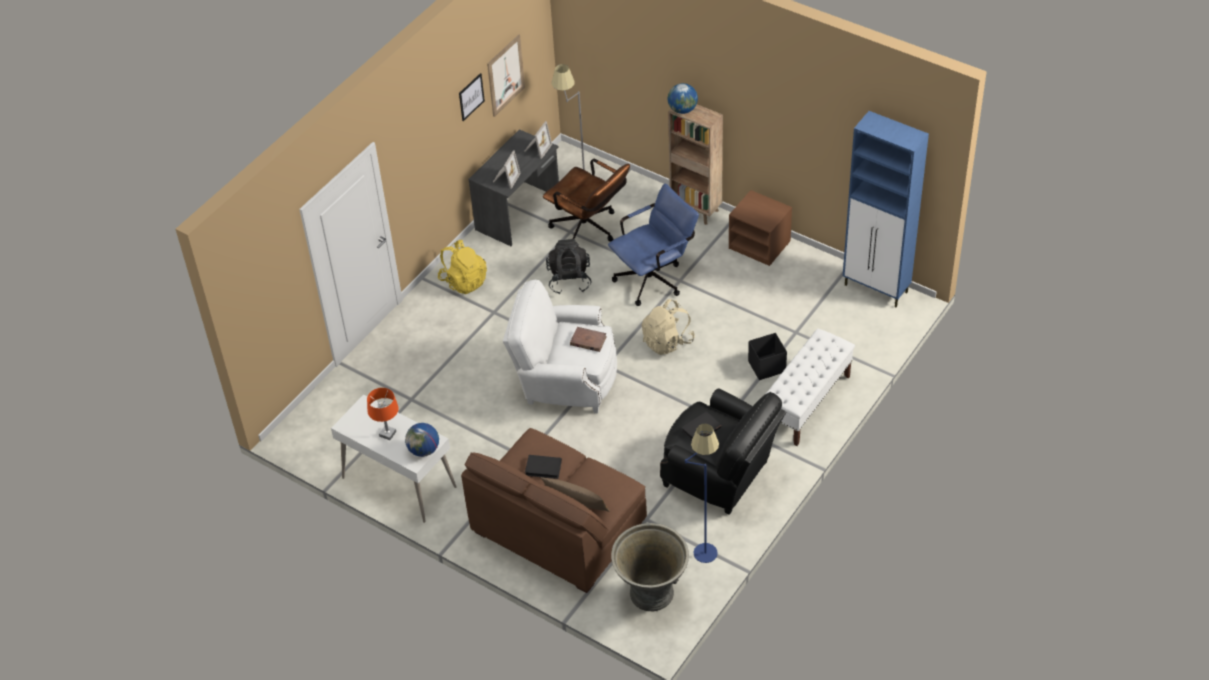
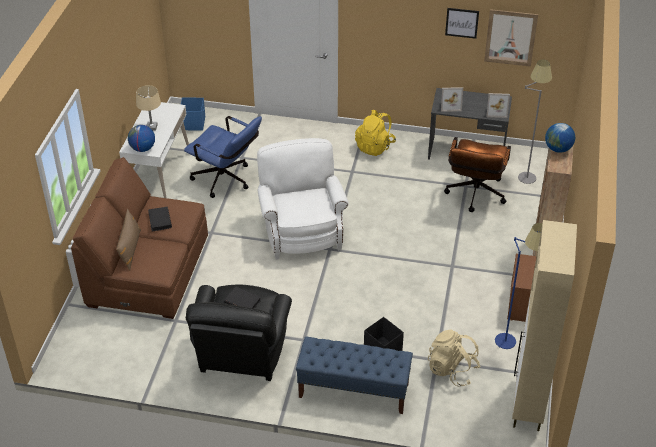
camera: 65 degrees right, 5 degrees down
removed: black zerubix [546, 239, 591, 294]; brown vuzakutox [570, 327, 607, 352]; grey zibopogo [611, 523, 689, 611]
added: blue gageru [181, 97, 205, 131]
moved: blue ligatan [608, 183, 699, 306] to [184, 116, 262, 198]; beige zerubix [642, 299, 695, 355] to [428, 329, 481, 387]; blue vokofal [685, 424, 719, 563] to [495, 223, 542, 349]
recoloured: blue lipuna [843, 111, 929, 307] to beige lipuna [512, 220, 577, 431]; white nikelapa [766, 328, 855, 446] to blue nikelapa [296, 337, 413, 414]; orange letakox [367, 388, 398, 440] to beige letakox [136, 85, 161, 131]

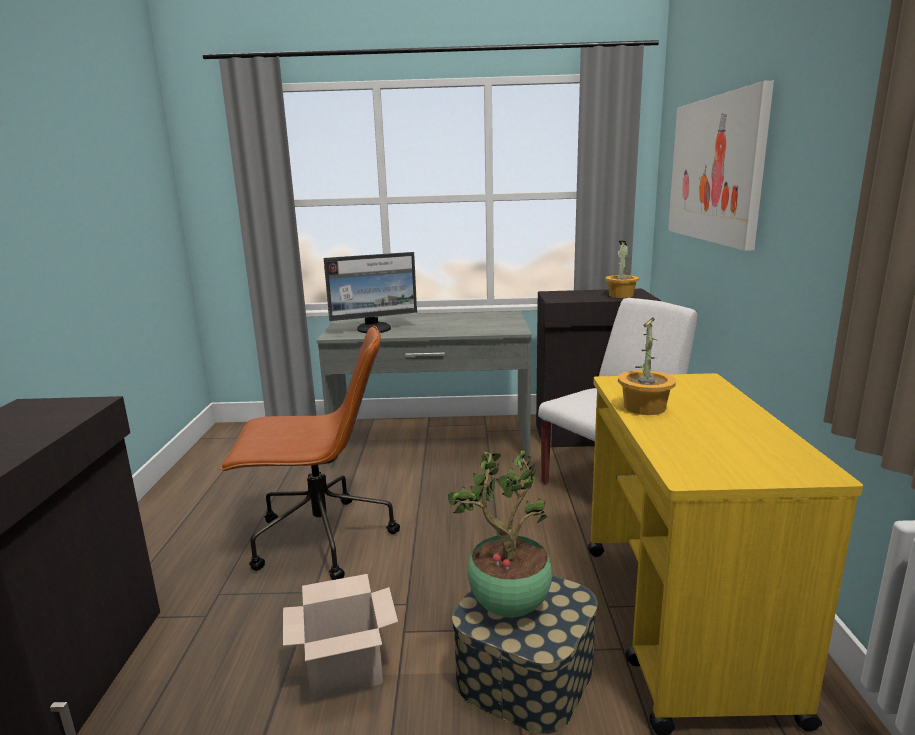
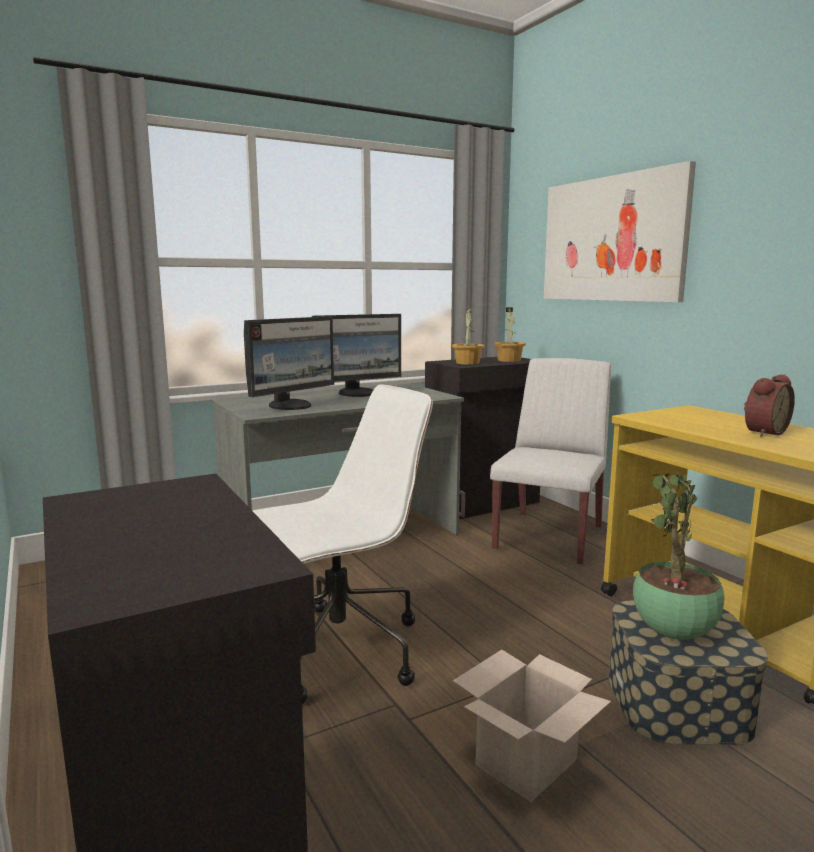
camera: 30 degrees left, 5 degrees down
added: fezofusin [312, 314, 401, 397]; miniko [744, 374, 795, 437]
moved: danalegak [618, 317, 676, 415] to [452, 308, 485, 364]
recoloured: brown ligatan [220, 325, 400, 580] to white ligatan [252, 384, 433, 704]

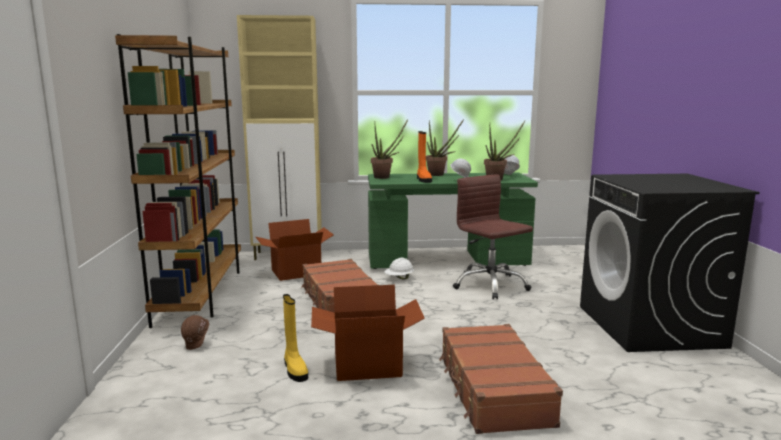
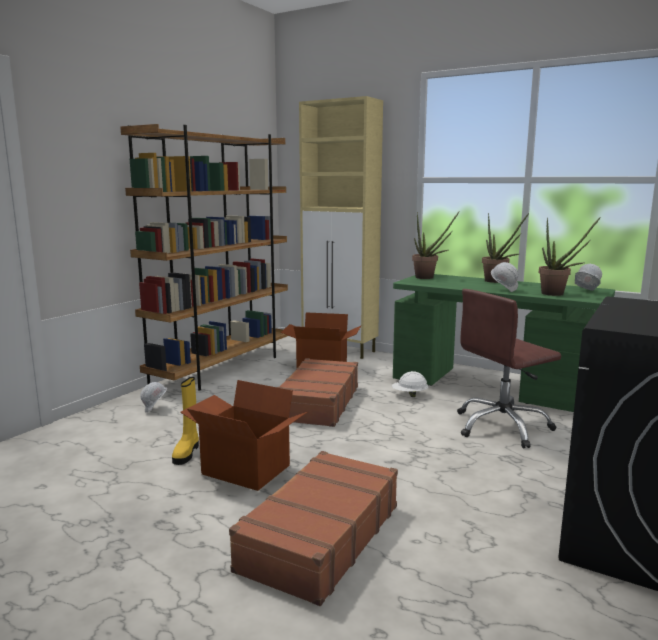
camera: 35 degrees right, 0 degrees up
removed: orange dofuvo [417, 131, 432, 183]
recoloured: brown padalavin [181, 315, 209, 350] to white padalavin [140, 382, 167, 412]
turned: brown ligatan [453, 174, 533, 299] = [457, 289, 561, 448] 120 degrees counterclockwise

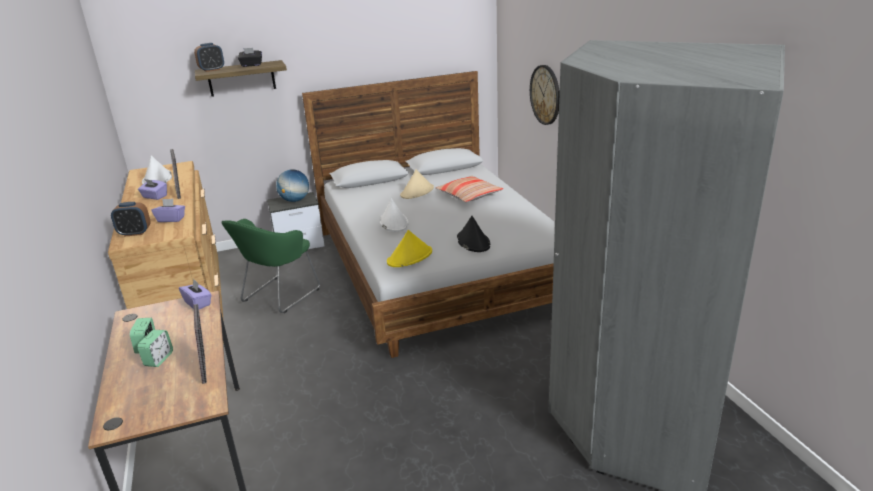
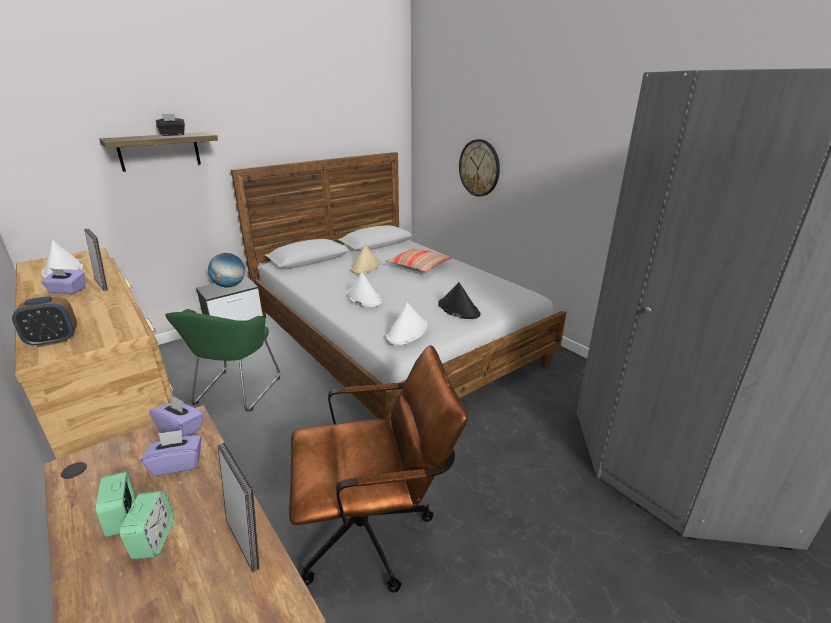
camera: 20 degrees left, 0 degrees up
removed: miniko [194, 43, 224, 72]
added: brown ligatan [289, 345, 468, 593]
moved: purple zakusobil [151, 199, 185, 222] to [141, 430, 202, 476]
recoloured: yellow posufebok [387, 230, 432, 267] to white posufebok [386, 302, 428, 345]

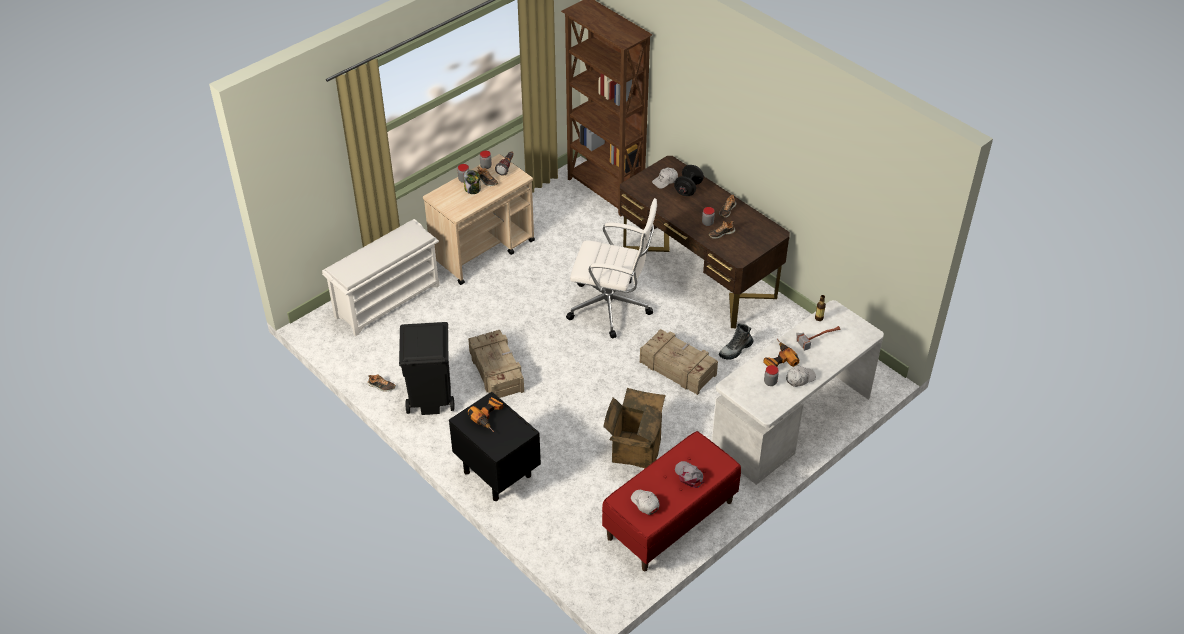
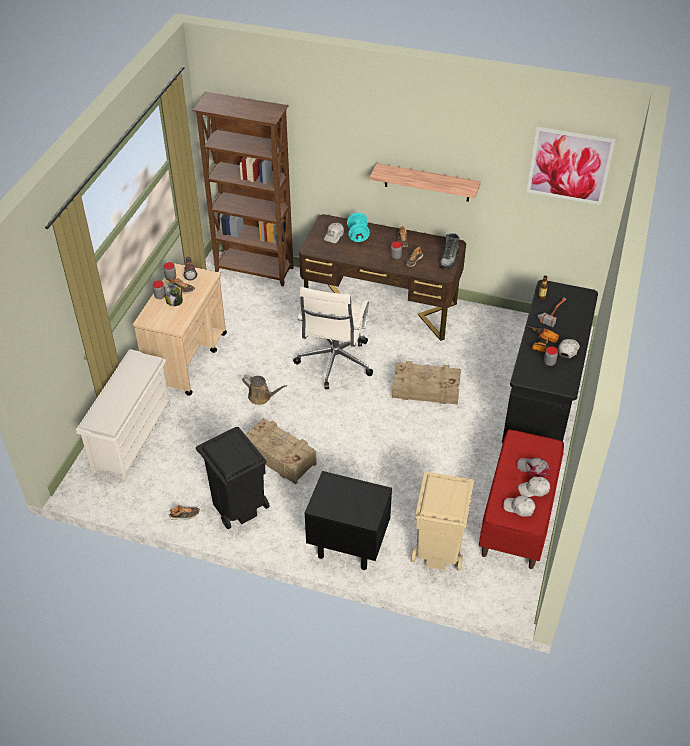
camera: 30 degrees left, 0 degrees up
removed: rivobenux [603, 388, 666, 468]; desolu [468, 397, 503, 432]
added: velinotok [526, 127, 616, 205]; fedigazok [370, 163, 481, 202]; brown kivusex [242, 375, 287, 405]; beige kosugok [411, 472, 474, 571]; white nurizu [518, 477, 550, 497]
moved: dofuvo [719, 324, 753, 360] to [439, 233, 460, 269]
recoloured: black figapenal [674, 165, 704, 196] to turquoise figapenal [347, 213, 370, 242]; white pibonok [711, 300, 884, 485] to black pibonok [502, 280, 598, 443]
turned: white ligatan [566, 198, 657, 339] = [293, 287, 373, 389] 120 degrees clockwise

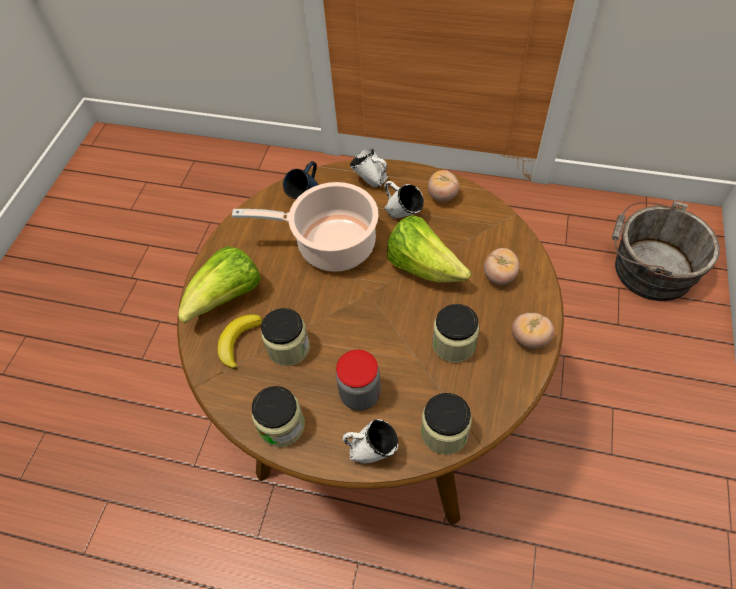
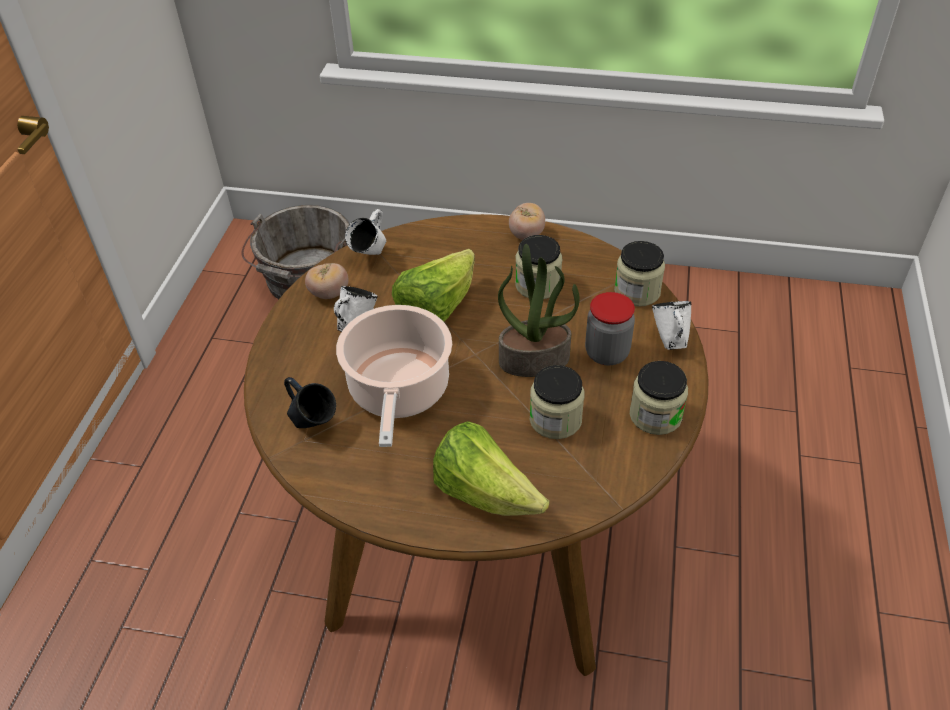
camera: 95 degrees left, 10 degrees down
removed: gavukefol [484, 248, 519, 285]; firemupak [218, 314, 262, 370]
added: danalegak [498, 244, 580, 377]
moved: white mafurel [350, 148, 388, 188] to [345, 209, 386, 255]

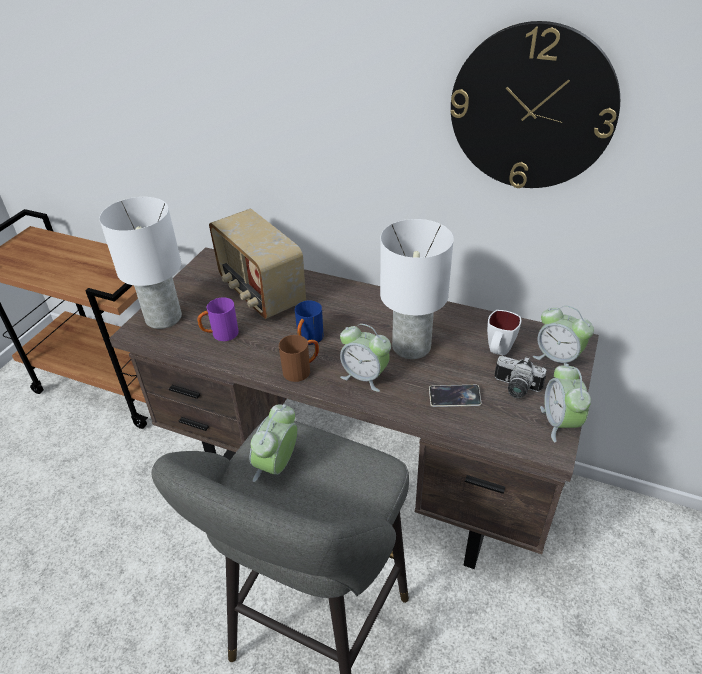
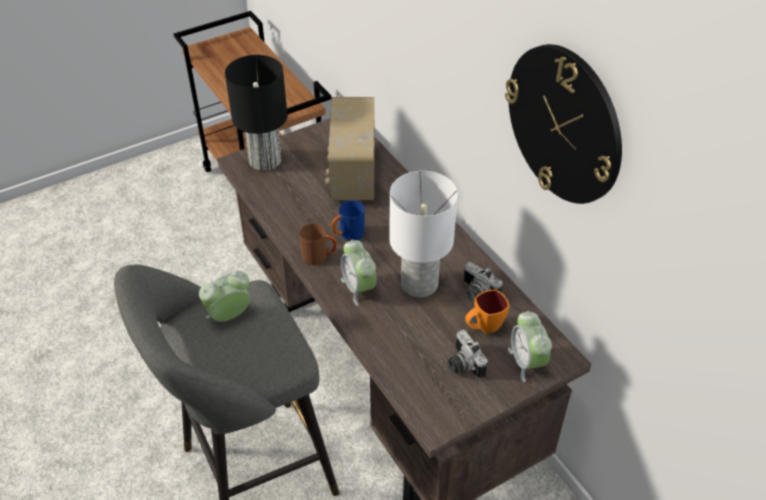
camera: 35 degrees right, 5 degrees up
removed: purple mafurel [197, 298, 239, 341]; miniko [540, 364, 591, 442]; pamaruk [429, 385, 481, 407]
added: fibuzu [464, 262, 503, 302]
recoloured: white letakox [99, 197, 182, 329] to black letakox [225, 55, 287, 171]; white mafurel [487, 310, 521, 355] to orange mafurel [465, 290, 509, 334]

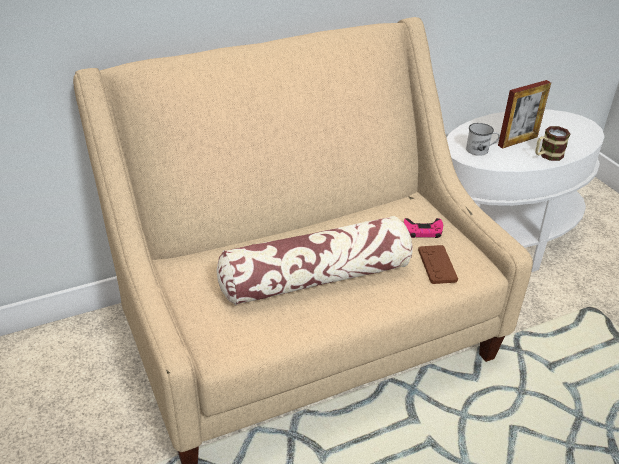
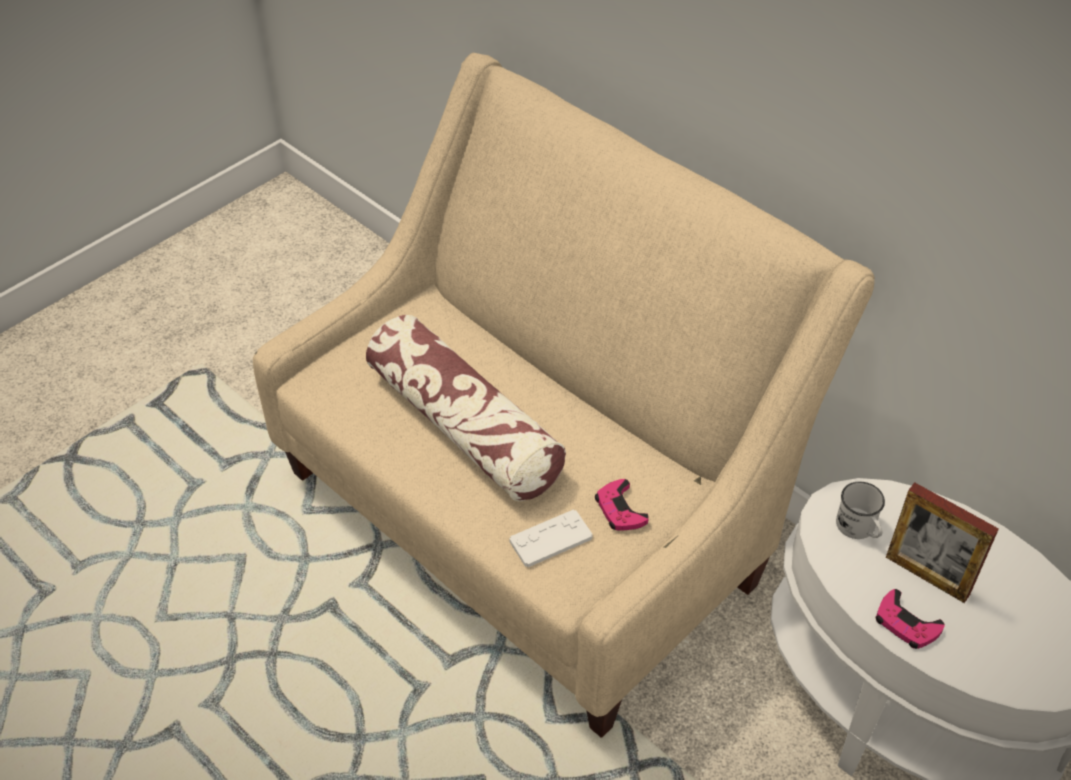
camera: 70 degrees right, 10 degrees up
replaced: mafurel [535, 126, 570, 161] to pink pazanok [875, 589, 945, 649]
recoloured: brown pazanok [418, 245, 458, 284] to white pazanok [509, 509, 593, 567]

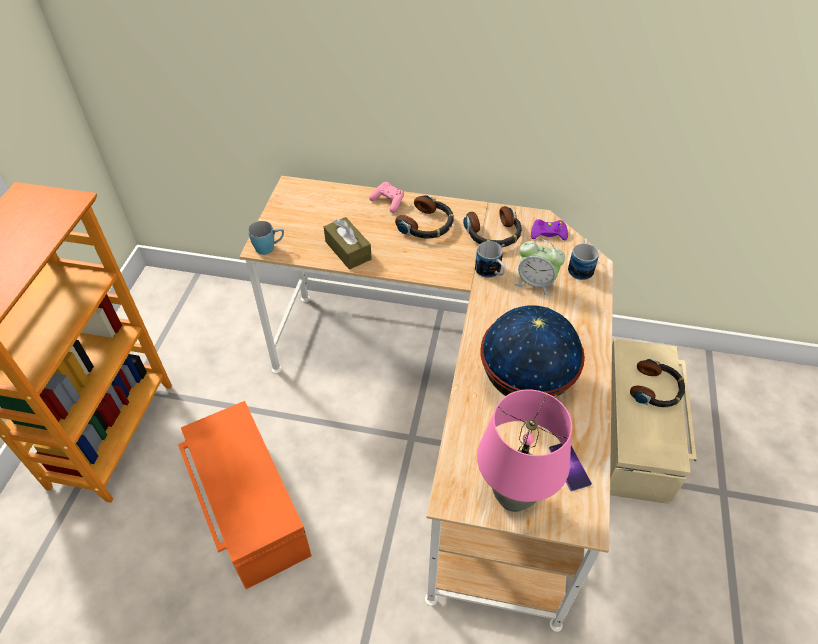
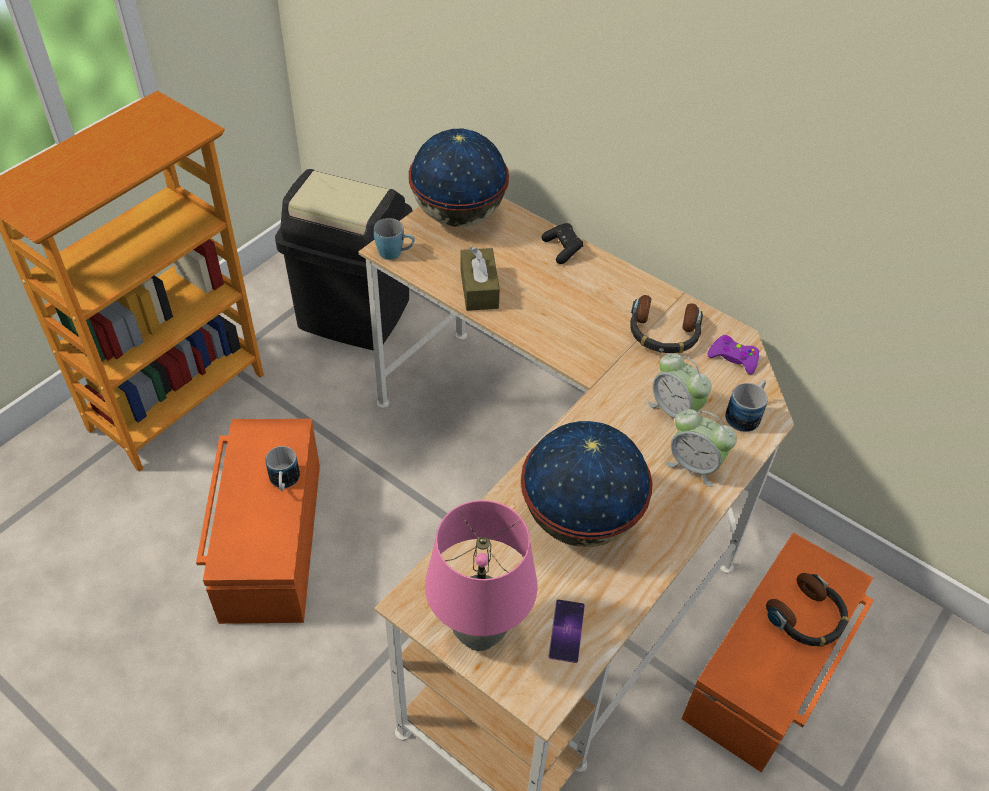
camera: 25 degrees right, 0 degrees up
removed: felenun [395, 195, 454, 239]
added: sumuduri [409, 129, 509, 227]; black kosugok [275, 169, 412, 351]; miniko [665, 409, 737, 487]
moved: mafurel [475, 241, 506, 278] to [266, 446, 300, 491]
recoloured: pink pazanok [369, 182, 404, 213] to black pazanok [542, 223, 583, 264]; beige gageru [610, 339, 697, 504] to orange gageru [682, 533, 874, 773]

